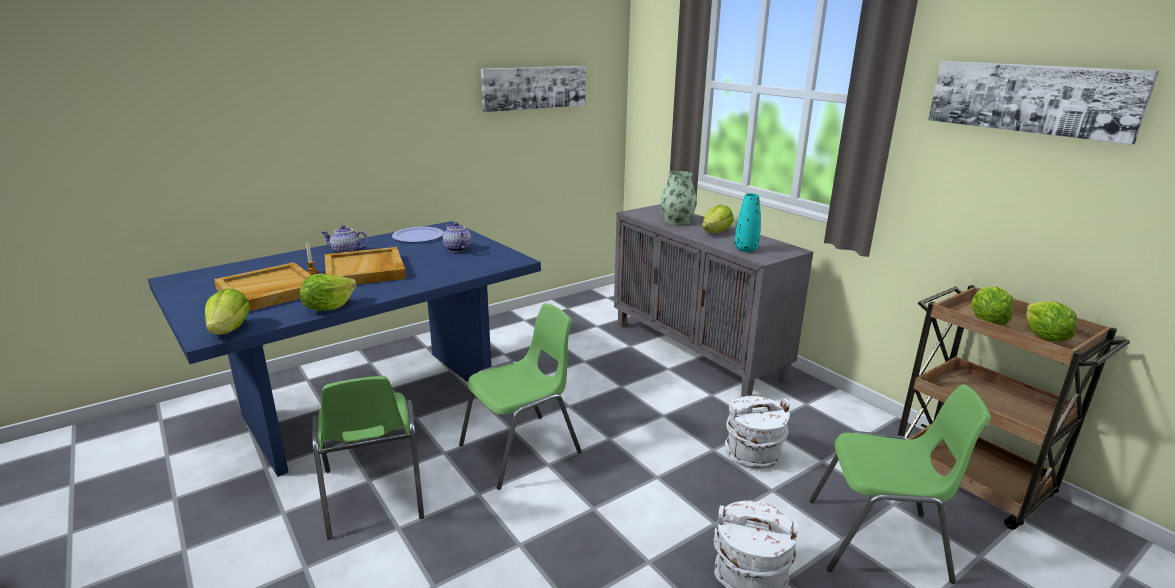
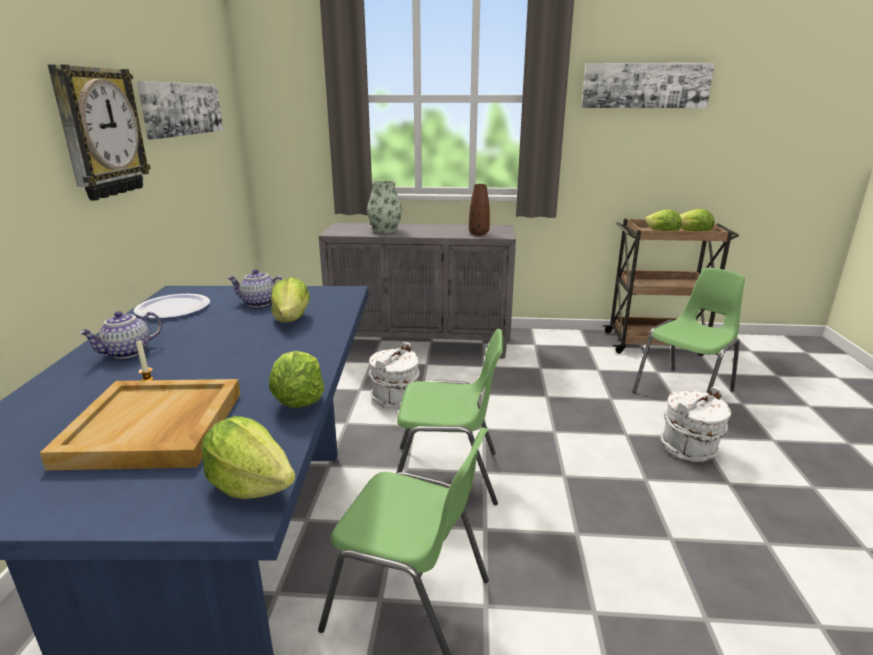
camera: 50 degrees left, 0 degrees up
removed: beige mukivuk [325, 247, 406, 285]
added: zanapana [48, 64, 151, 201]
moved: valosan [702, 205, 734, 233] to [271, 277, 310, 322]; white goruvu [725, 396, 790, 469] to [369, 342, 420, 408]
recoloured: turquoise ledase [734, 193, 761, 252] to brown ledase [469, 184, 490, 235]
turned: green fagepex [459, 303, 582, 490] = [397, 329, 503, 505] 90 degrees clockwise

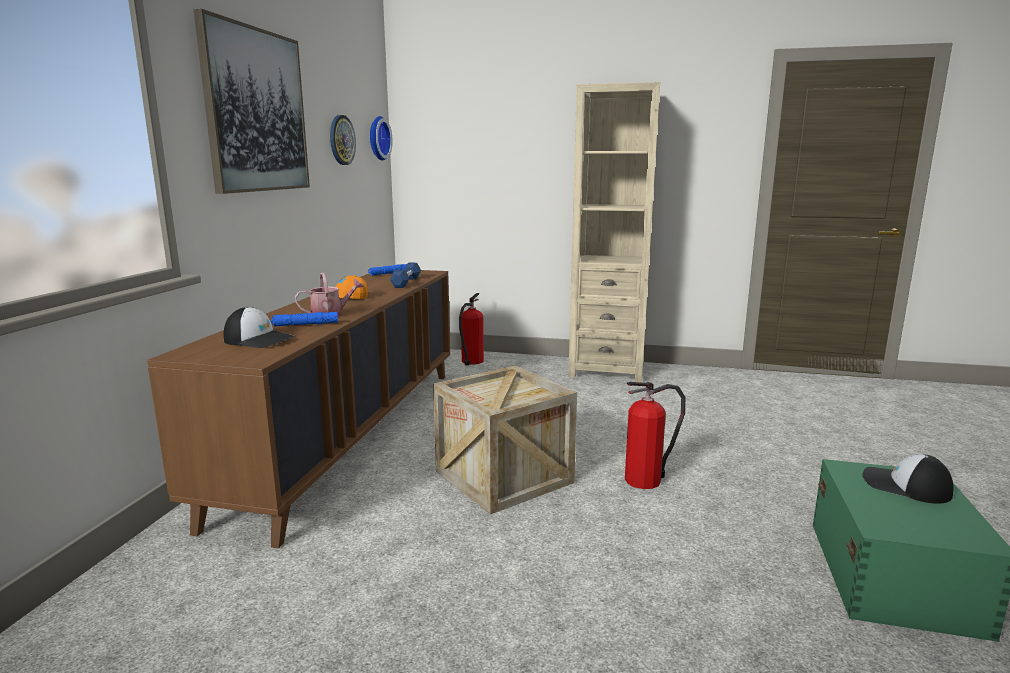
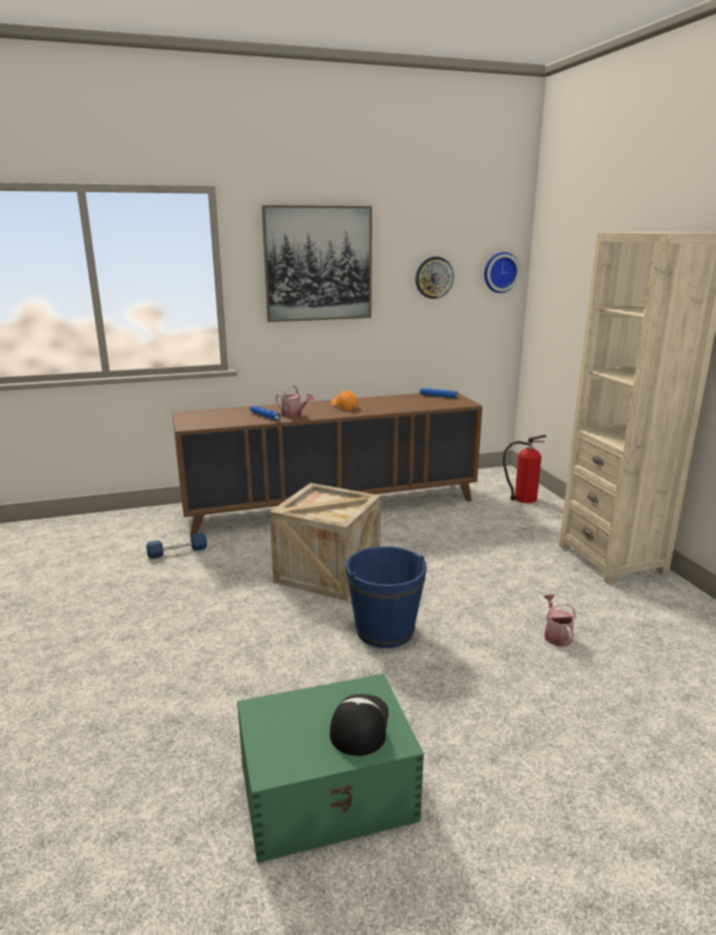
camera: 60 degrees right, 5 degrees up
removed: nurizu [223, 307, 294, 348]
added: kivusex [544, 594, 576, 646]
moved: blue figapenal [390, 263, 421, 288] to [146, 533, 207, 559]
replaced: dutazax [625, 382, 685, 489] to blue goruvu [346, 546, 427, 648]

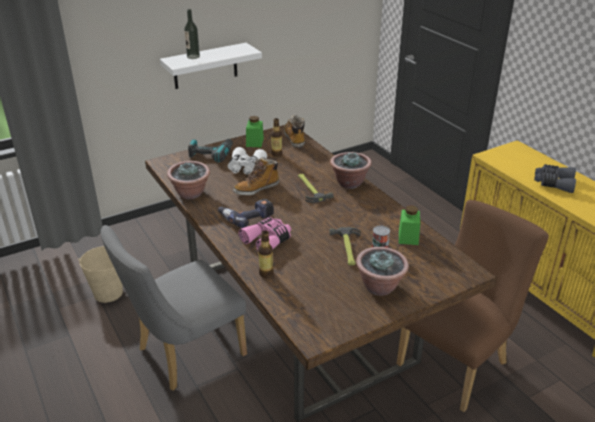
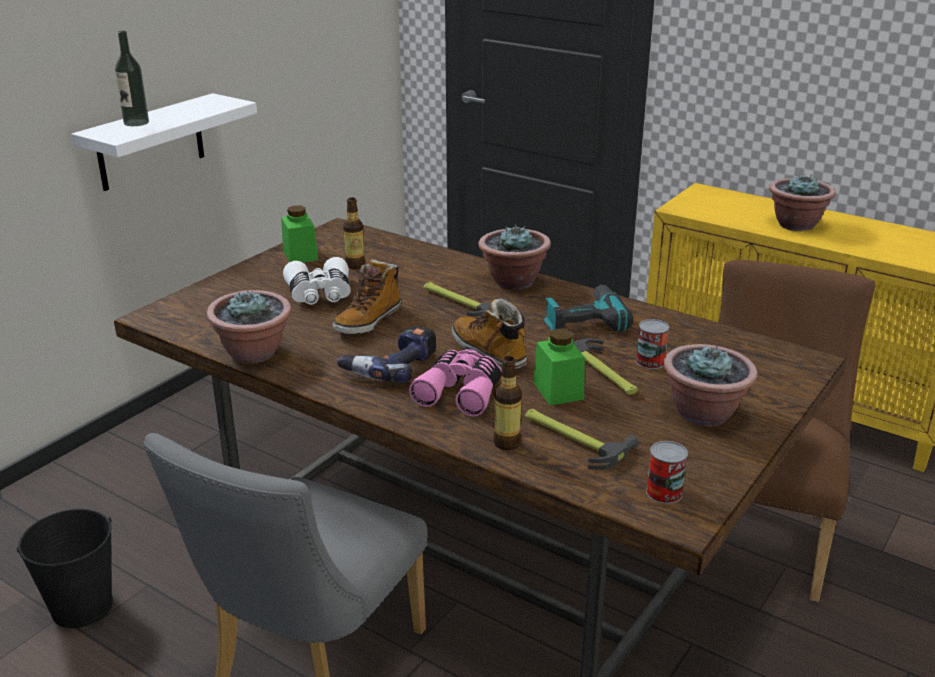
camera: 25 degrees left, 5 degrees down
added: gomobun [525, 409, 639, 470]; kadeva [646, 441, 688, 504]
moved: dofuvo [284, 115, 305, 148] to [452, 298, 527, 370]; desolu [188, 139, 233, 163] to [544, 285, 633, 332]; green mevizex [399, 205, 420, 245] to [533, 329, 585, 405]
replaced: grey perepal [534, 164, 576, 193] to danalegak [769, 174, 836, 231]
recoloured: beige goruvu [79, 246, 123, 303] to black goruvu [16, 509, 113, 628]

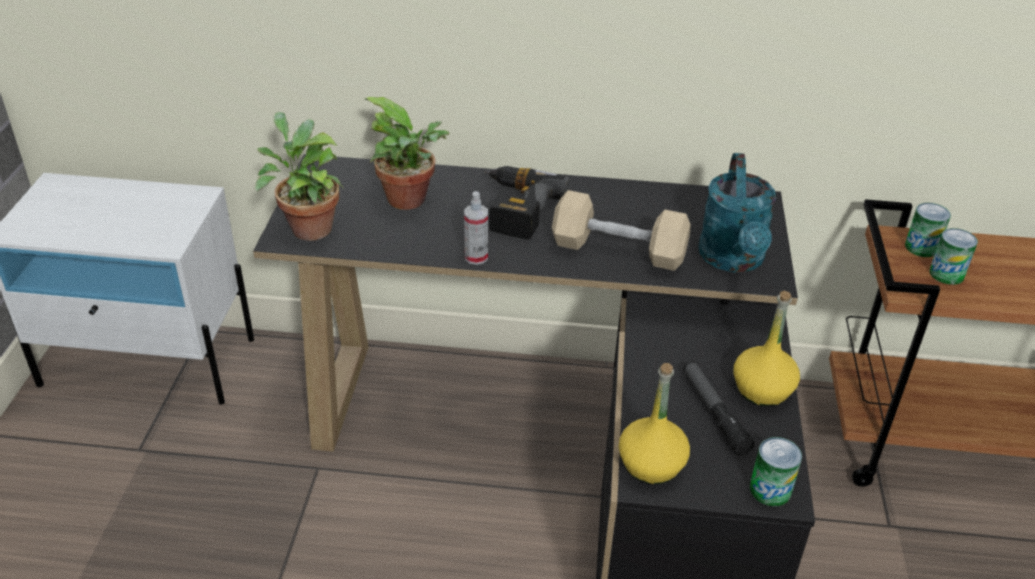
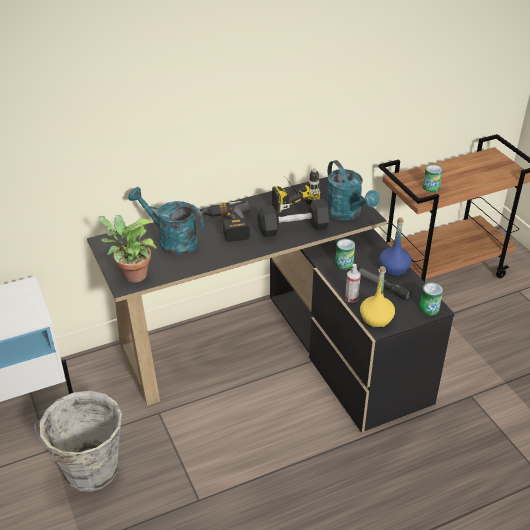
camera: 30 degrees left, 0 degrees up
added: desolu [272, 167, 320, 213]; grey goruvu [34, 391, 122, 492]
moved: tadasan [464, 191, 488, 265] to [345, 264, 361, 303]; kadeva [905, 203, 951, 257] to [335, 239, 355, 270]
replaced: danalegak [364, 97, 450, 210] to turquoise kivusex [128, 187, 204, 255]
recoloured: beige figapenal [552, 190, 690, 271] to black figapenal [257, 199, 331, 237]; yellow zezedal [733, 290, 800, 407] to blue zezedal [379, 218, 412, 276]

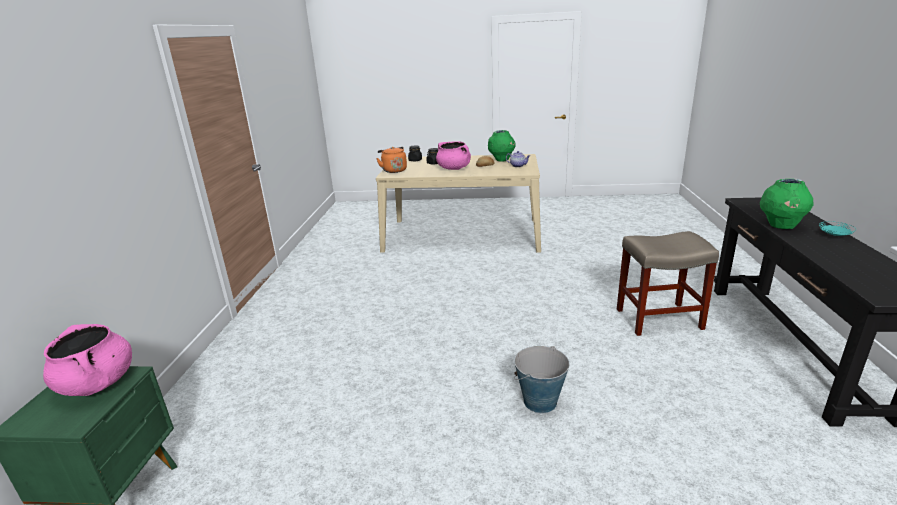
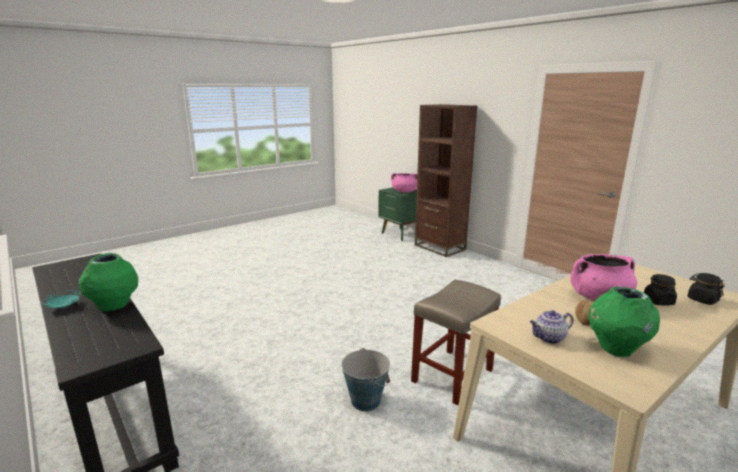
camera: 135 degrees right, 5 degrees down
removed: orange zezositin [376, 147, 407, 173]
added: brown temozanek [415, 104, 478, 257]
moved: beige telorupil [617, 231, 719, 336] to [411, 280, 501, 406]; goruvu [514, 346, 570, 413] to [341, 348, 390, 411]

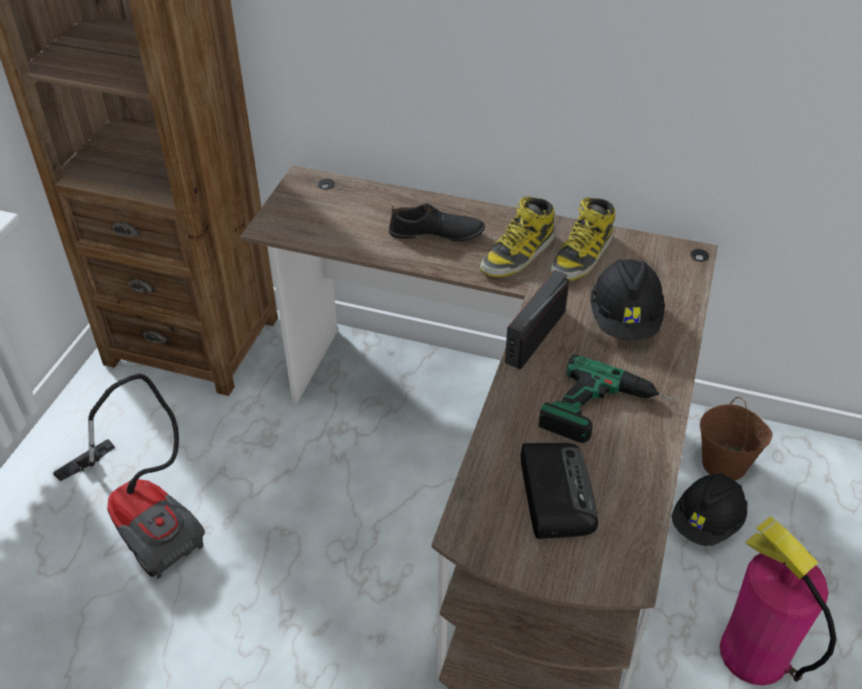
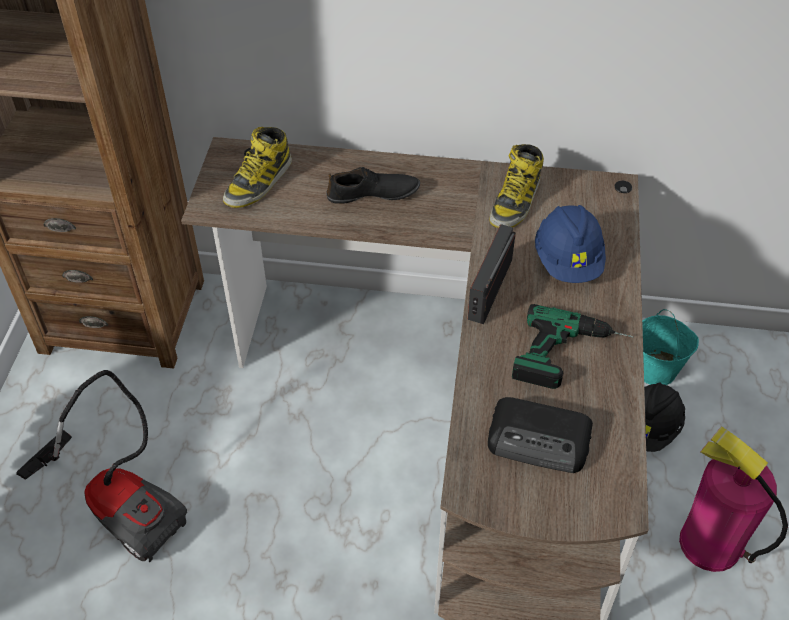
camera: 10 degrees left, 5 degrees up
moved: dofuvo [480, 196, 554, 277] to [223, 127, 292, 208]
recoloured: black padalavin [590, 259, 665, 340] to blue padalavin [535, 205, 606, 283]; brown goruvu [700, 397, 773, 480] to turquoise goruvu [642, 309, 699, 385]
turned: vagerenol [521, 443, 598, 539] = [488, 397, 593, 473] 120 degrees clockwise

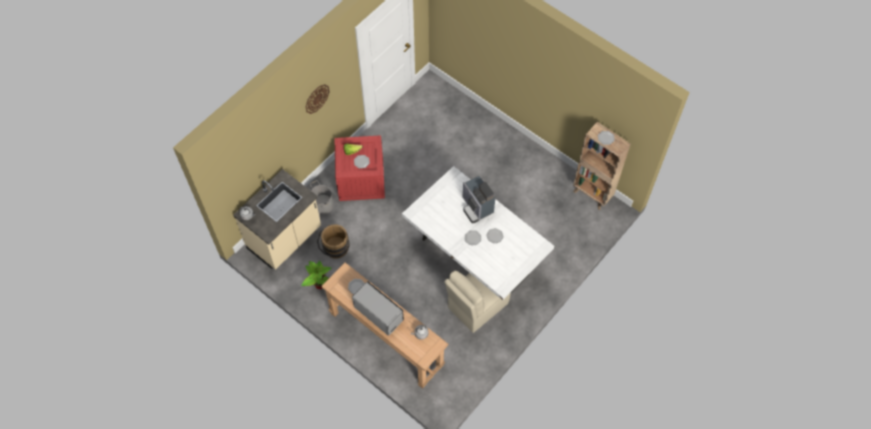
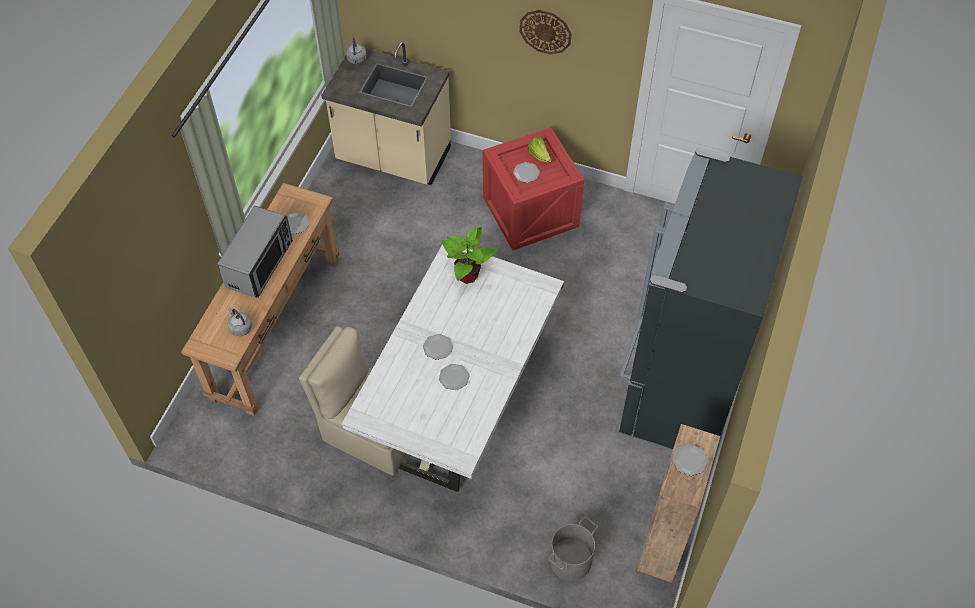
camera: 70 degrees right, 5 degrees down
removed: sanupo [463, 176, 495, 223]; brown goruvu [317, 224, 349, 258]
added: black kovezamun [615, 147, 803, 450]
moved: grey goruvu [310, 180, 334, 215] to [549, 517, 598, 581]; danalegak [301, 261, 331, 289] to [442, 227, 498, 284]

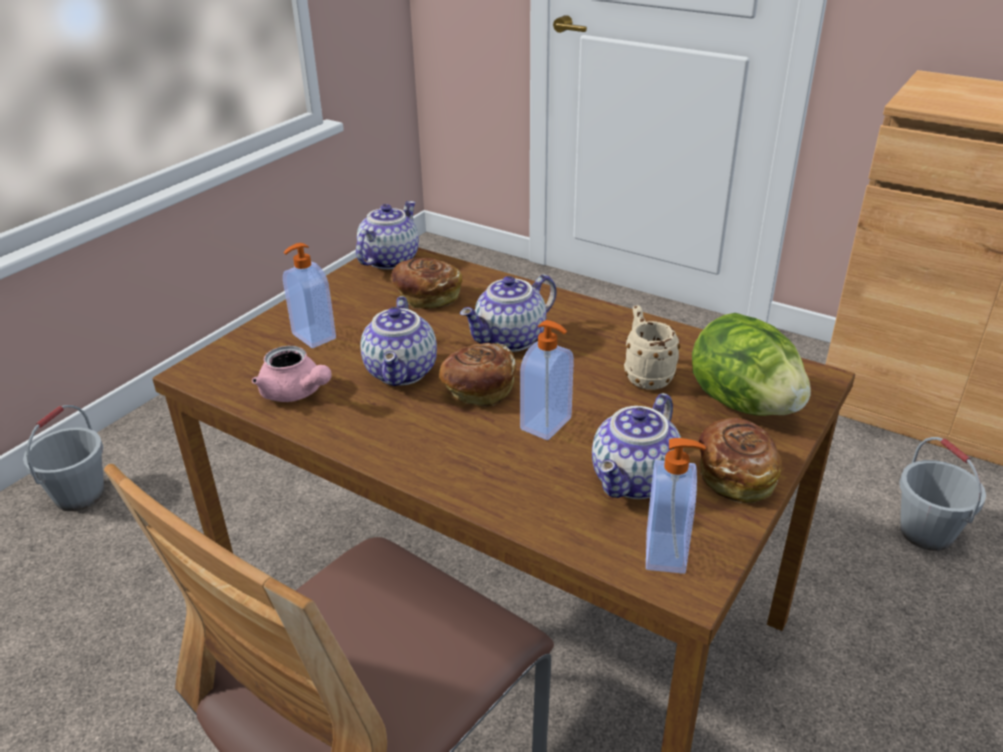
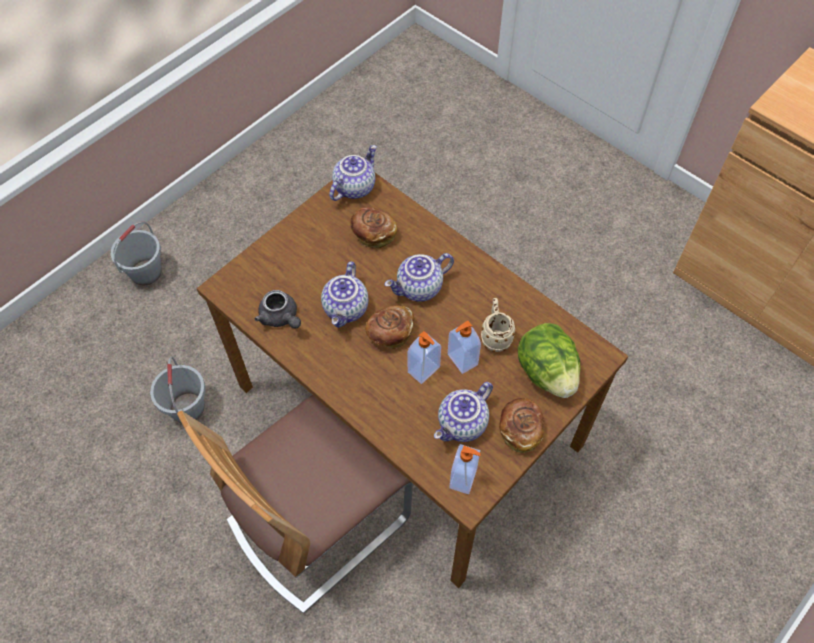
camera: 10 degrees right, 25 degrees up
moved: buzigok [283, 243, 336, 348] to [448, 321, 481, 374]; grey goruvu [899, 437, 986, 551] to [150, 356, 206, 423]
recoloured: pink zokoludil [252, 346, 332, 402] to grey zokoludil [255, 290, 301, 329]

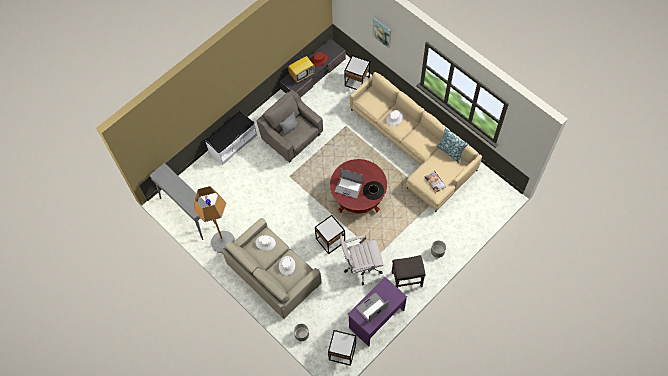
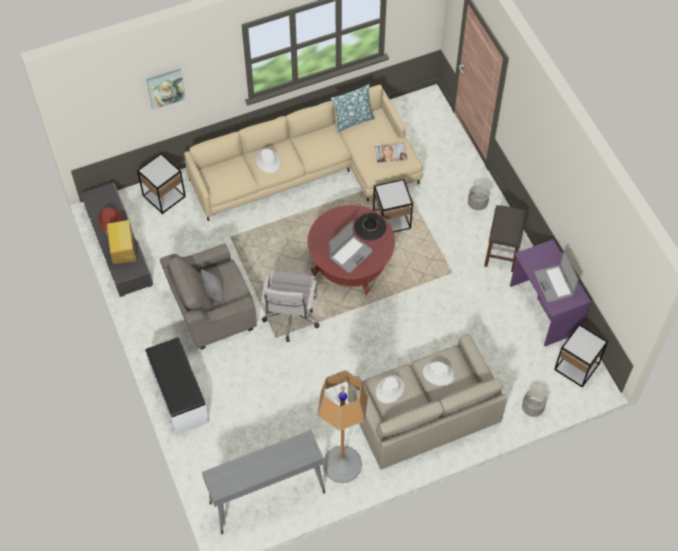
camera: 70 degrees left, 5 degrees down
moved: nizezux [315, 215, 345, 254] to [373, 179, 413, 233]; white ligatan [340, 235, 383, 286] to [261, 271, 319, 342]

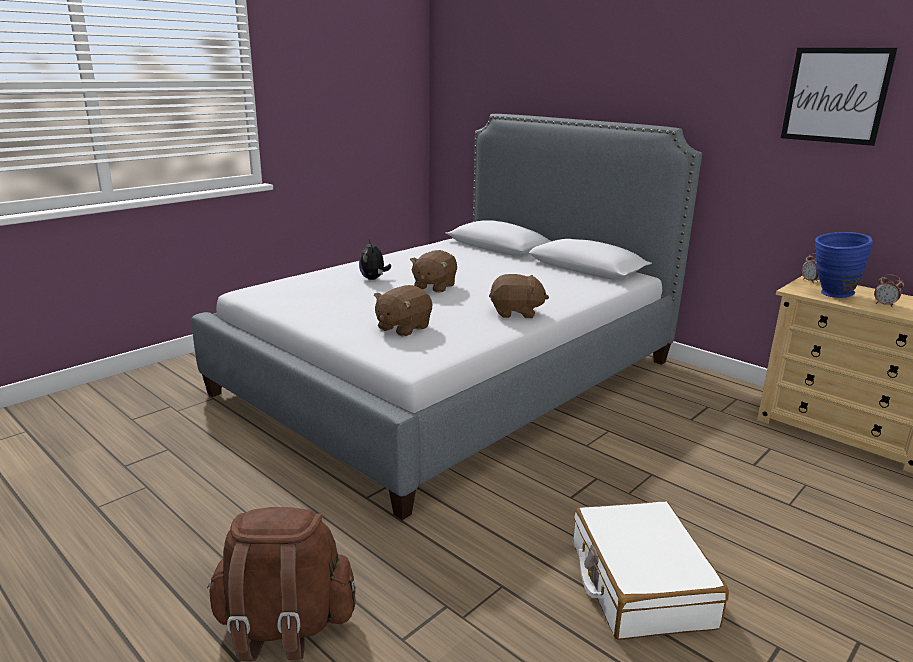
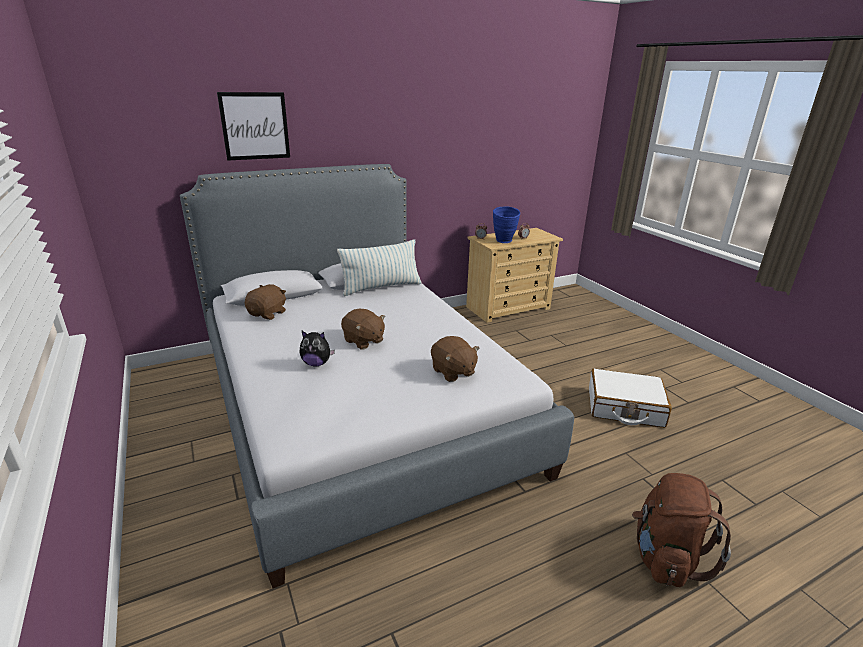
camera: 70 degrees left, 5 degrees up
added: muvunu [337, 239, 422, 296]
moved: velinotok [781, 48, 898, 146] to [217, 92, 290, 161]; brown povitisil [489, 274, 549, 318] to [245, 284, 286, 320]

